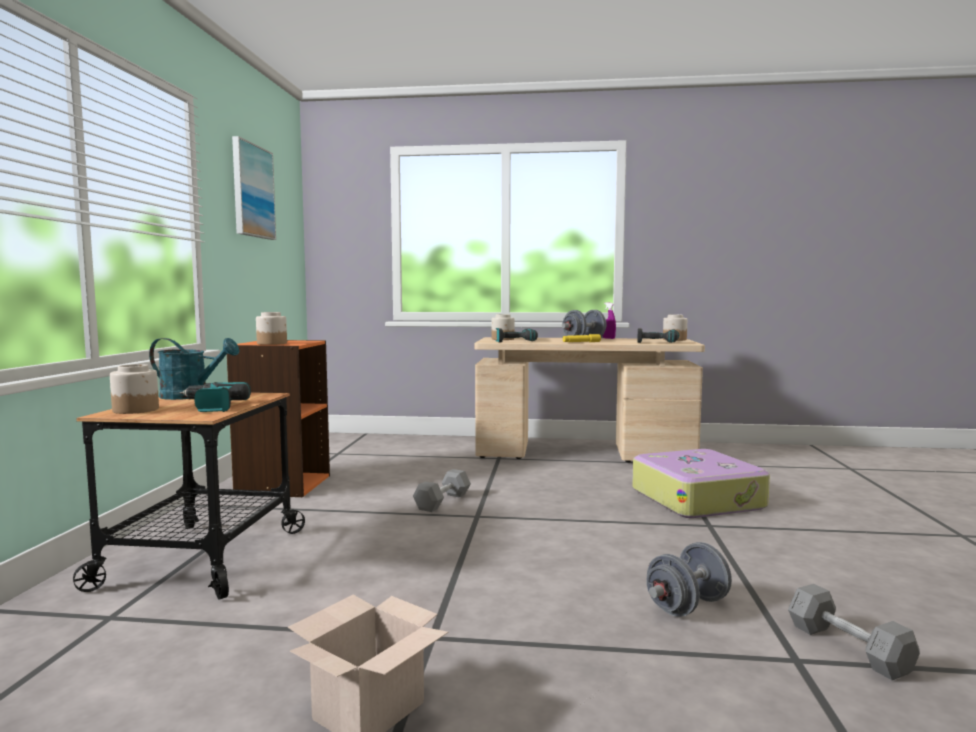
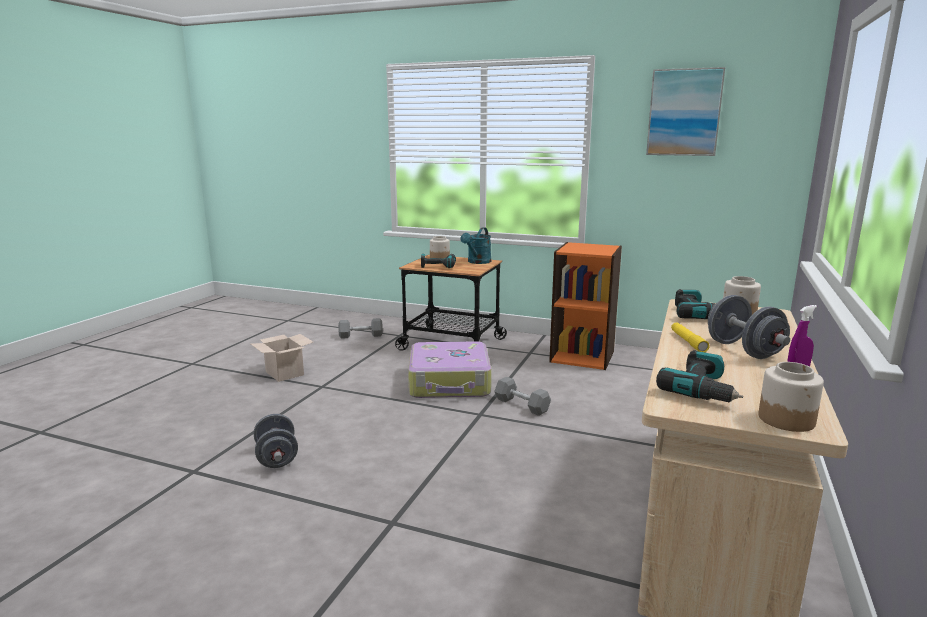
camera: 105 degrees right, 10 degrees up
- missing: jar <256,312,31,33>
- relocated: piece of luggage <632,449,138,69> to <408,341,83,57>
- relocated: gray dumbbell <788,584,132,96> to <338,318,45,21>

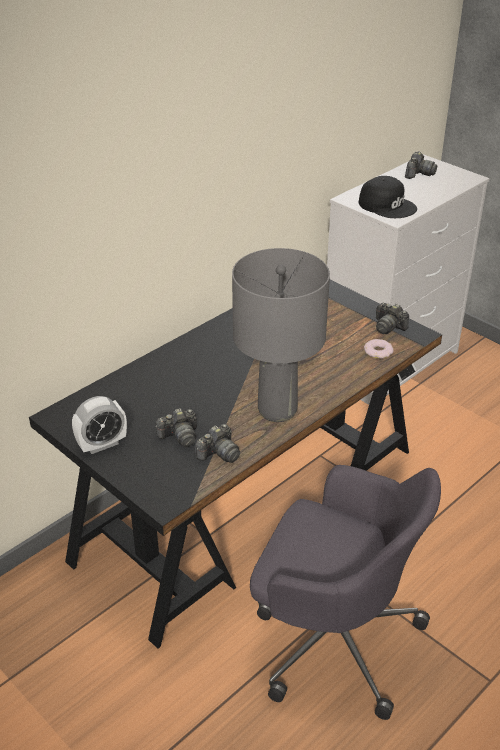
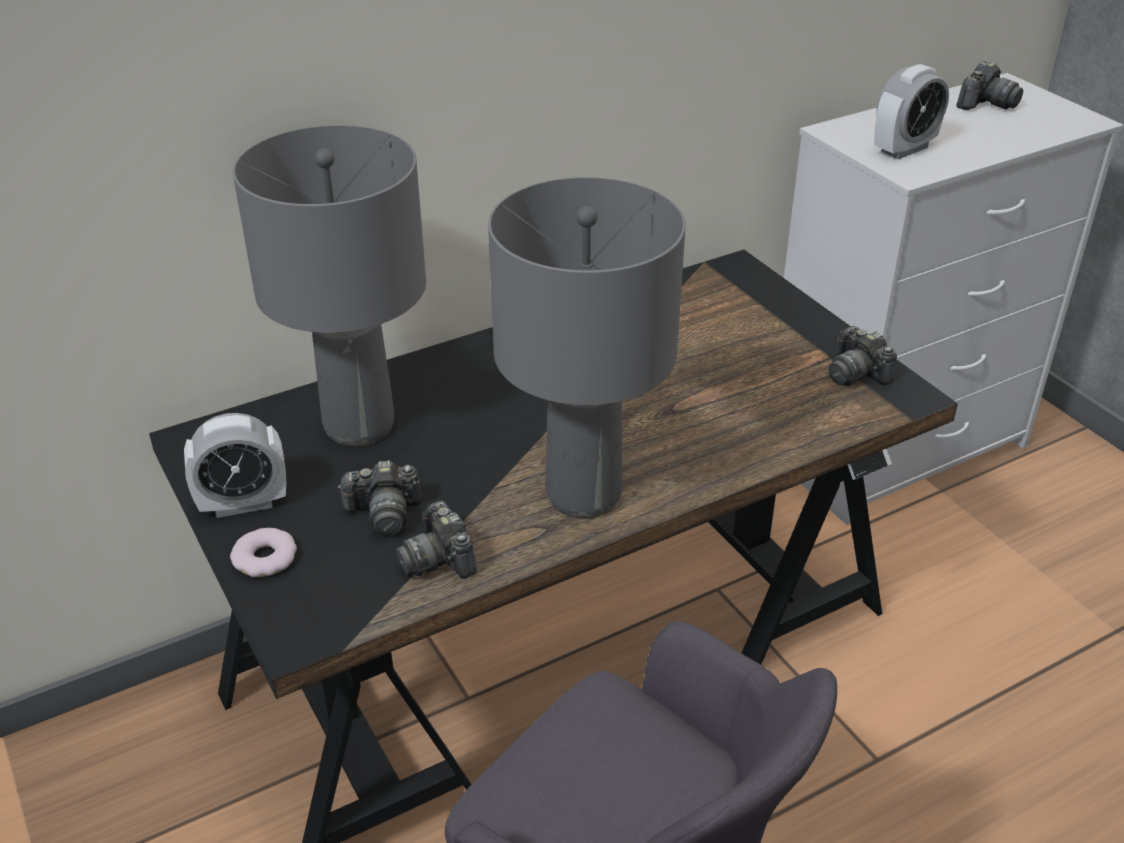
camera: 15 degrees right, 0 degrees up
- appeared: gray table lamp <233,125,193,322>
- relocated: ring doughnut <364,339,29,20> to <230,528,67,49>
- exchanged: blackish peaked cap <359,176,58,42> to bedside clock <874,64,75,95>
- spun: still camera <195,424,45,39> = <396,501,81,78> 90 degrees clockwise

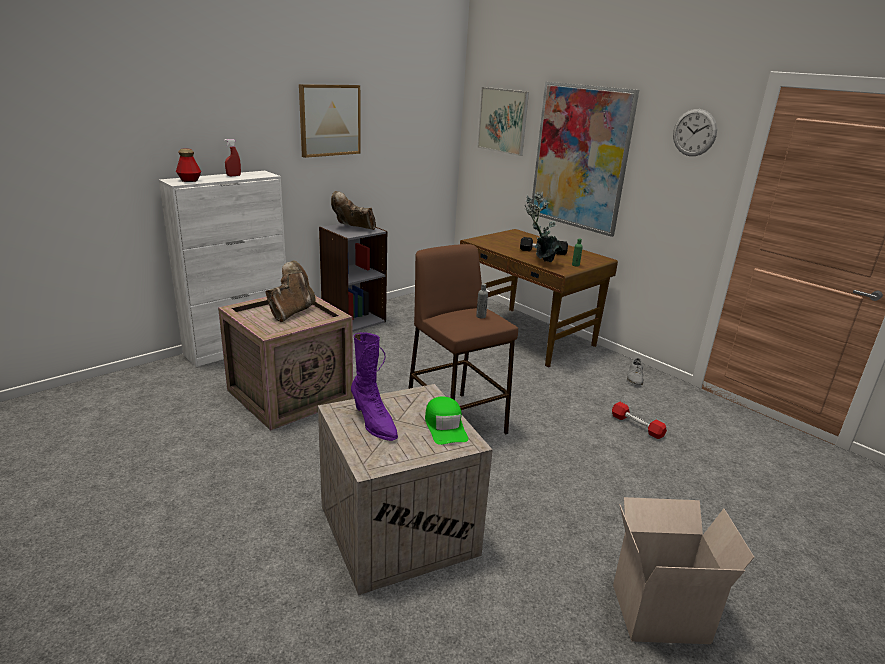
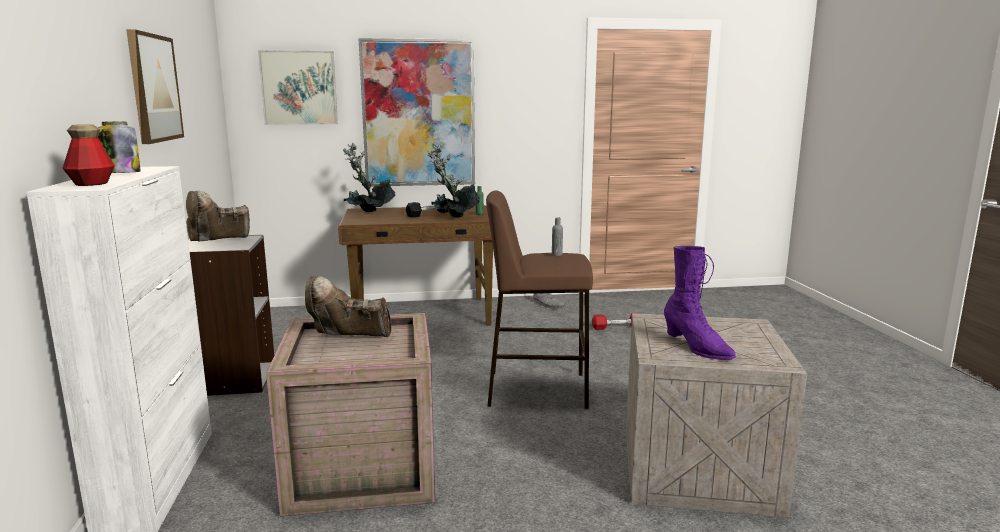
camera: 55 degrees left, 10 degrees down
- missing: green peaked cap <425,396,43,49>
- missing: packing box <613,497,142,147>
- missing: hanging clock <673,109,44,47>
- appeared: houseplant <343,143,52,69>
- exchanged: reddish spray bottle <225,139,16,37> to jar <98,121,43,52>
- spun: brownish boot <265,260,51,62> = <305,276,86,61> 60 degrees counterclockwise
- spun: purple boot <351,332,47,109> = <664,246,72,114> 60 degrees clockwise

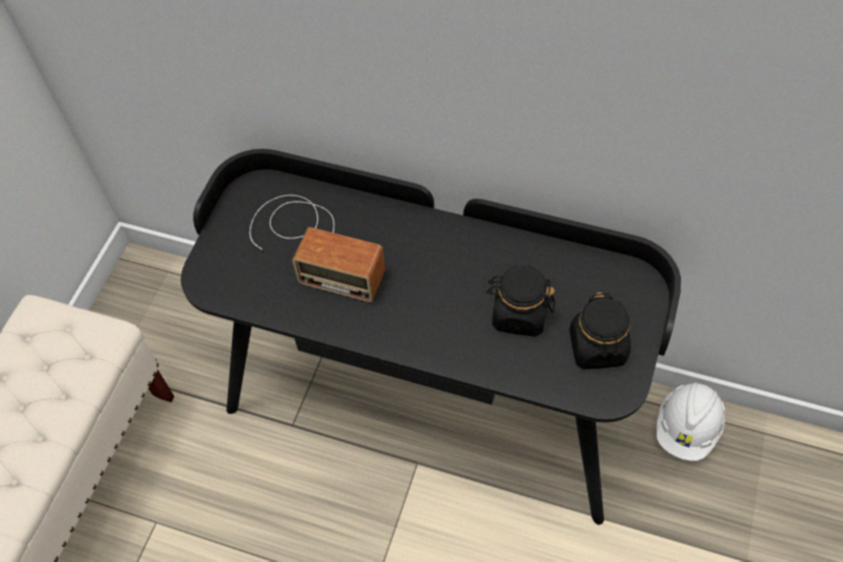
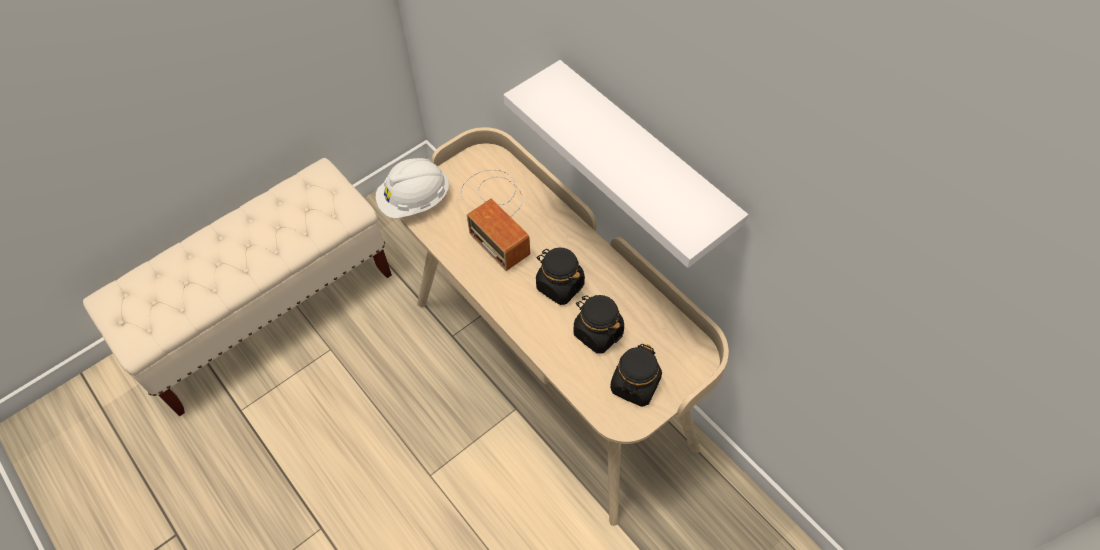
camera: 30 degrees right, 0 degrees up
- appeared: white bracket shelf <504,60,244,208>
- appeared: blackish jar <536,248,49,57>
- relocated: white hard hat <656,382,69,79> to <376,158,73,60>
- colour: blackish desk table <181,149,500,376> to beige-coloured desk table <400,127,329,399>

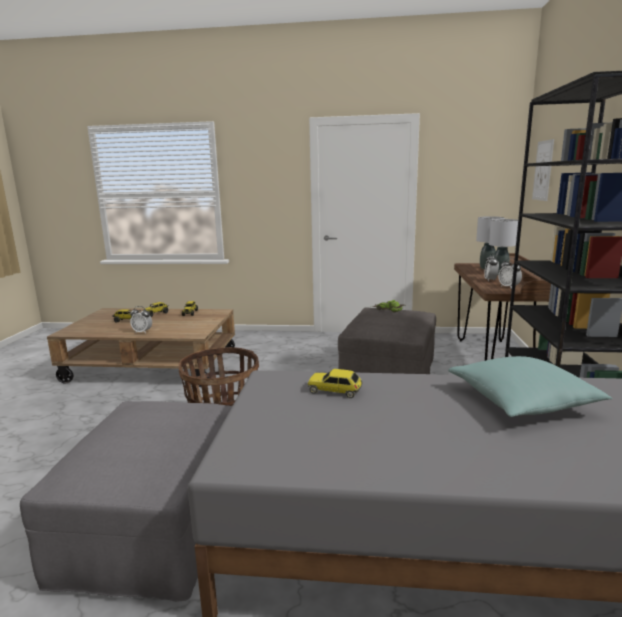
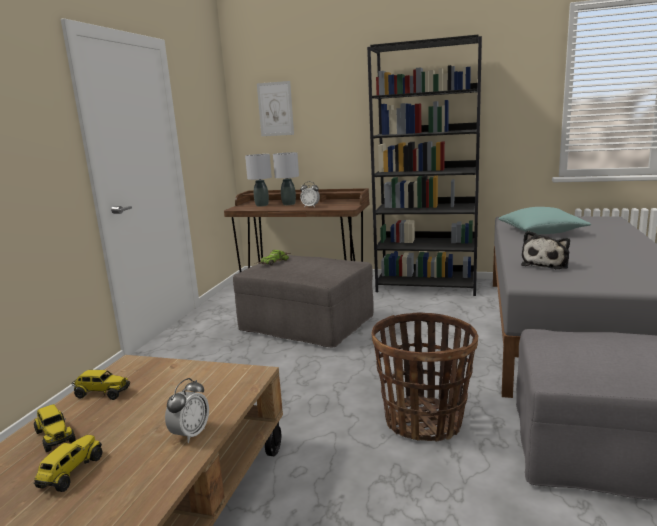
camera: 80 degrees left, 0 degrees up
- missing: bedside clock <498,258,24,31>
- exchanged: toy car <308,369,54,29> to plush toy <521,231,49,38>

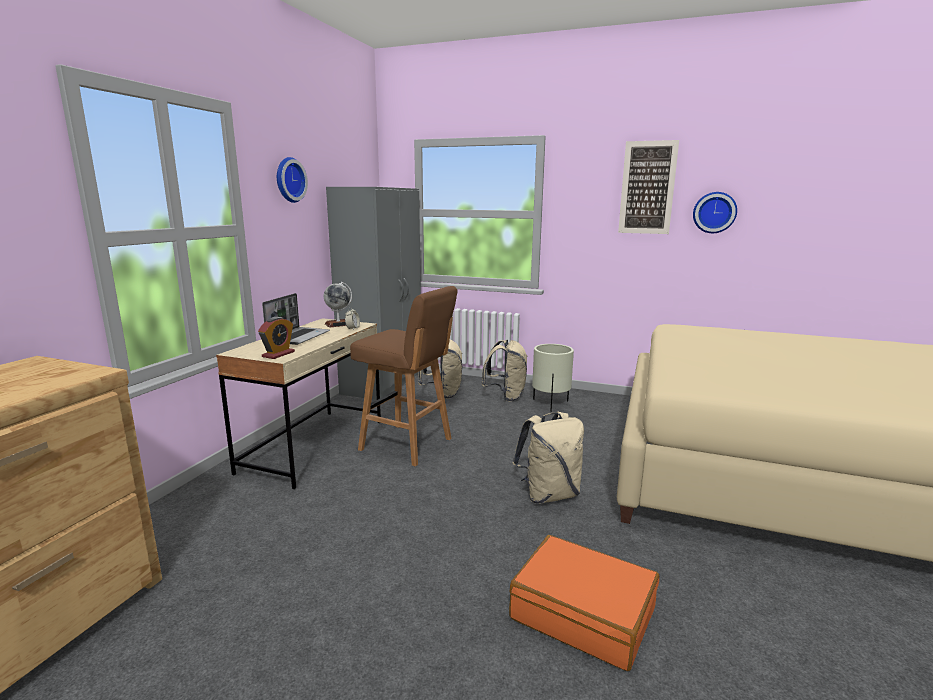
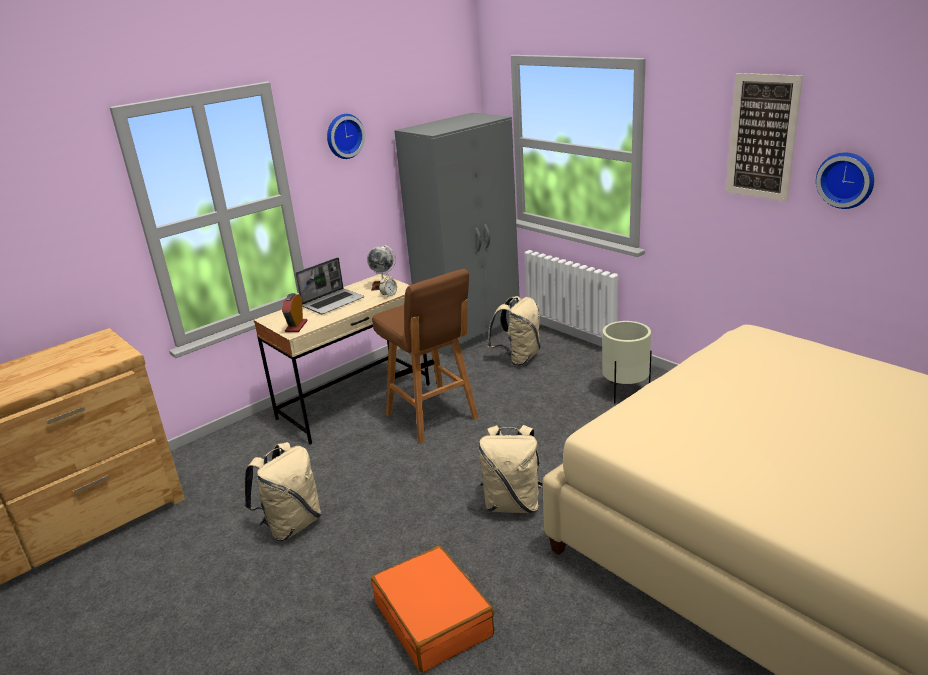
camera: 30 degrees right, 10 degrees up
- relocated: beige-coloured knapsack <481,340,47,61> to <244,442,77,100>
- spun: bedside clock <258,317,37,42> = <282,293,26,39> 135 degrees clockwise

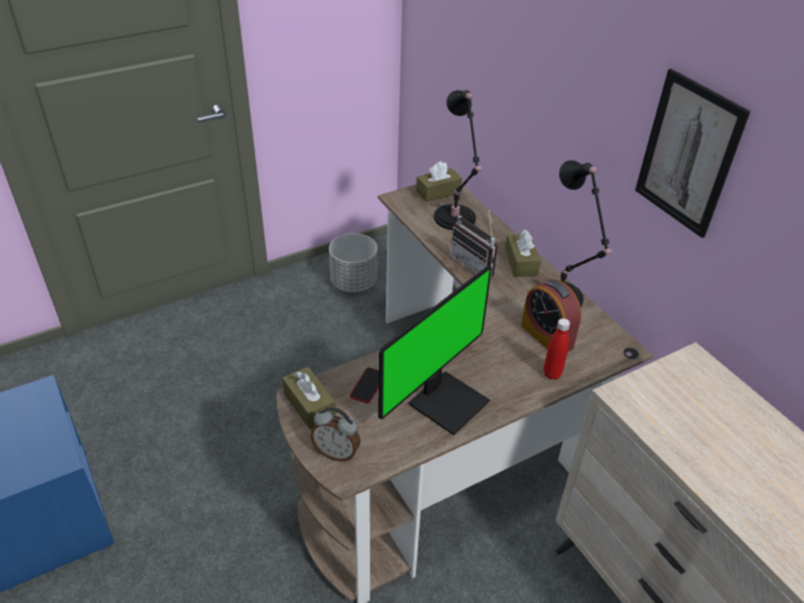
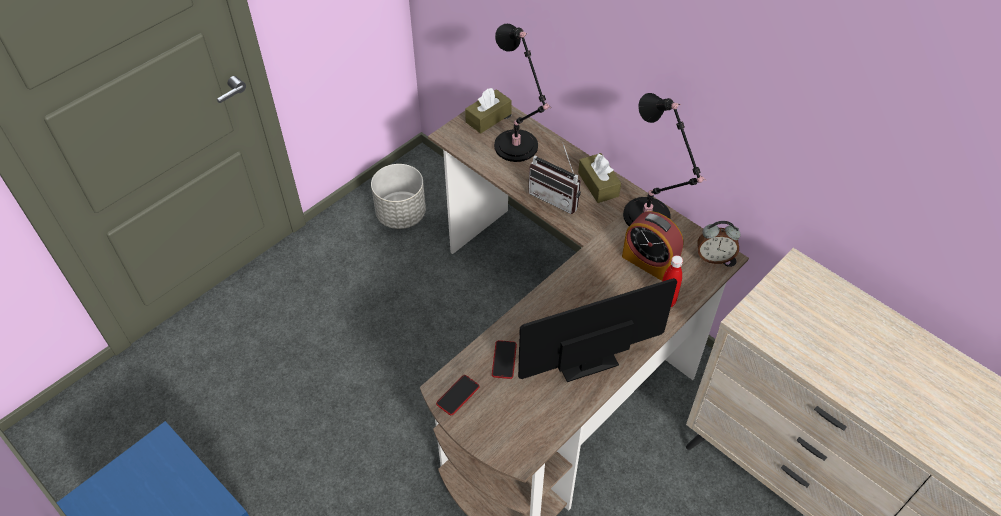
camera: 15 degrees left, 10 degrees up
- missing: wall art <635,69,115,169>
- relocated: bedside clock <310,407,51,55> to <697,221,43,43>
- exchanged: brownish tissue holder <282,367,54,62> to telephone <436,375,44,40>
- spun: computer screen <378,266,114,169> = <518,278,159,104> 135 degrees counterclockwise

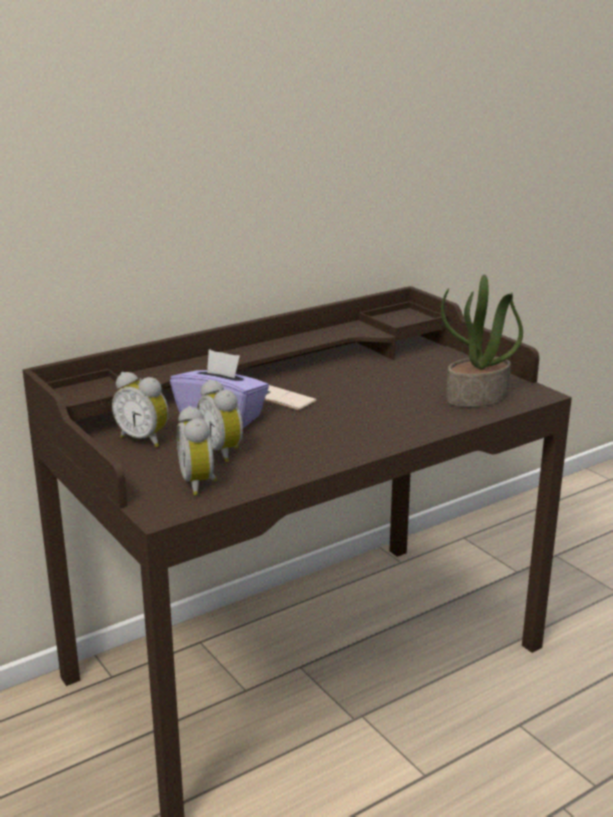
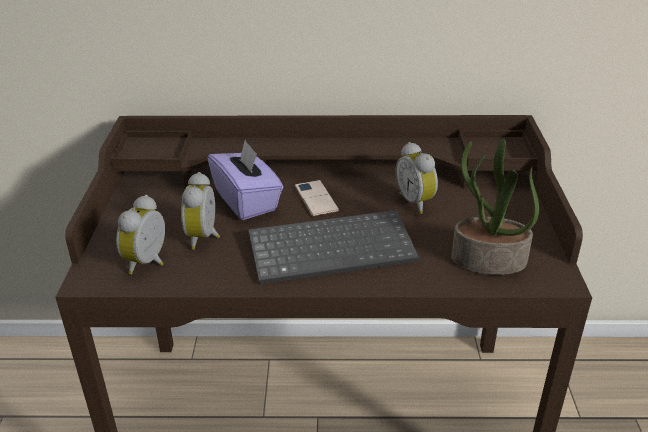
camera: 35 degrees right, 10 degrees up
- appeared: computer keyboard <248,210,171,74>
- relocated: bedside clock <112,372,57,75> to <395,142,43,72>

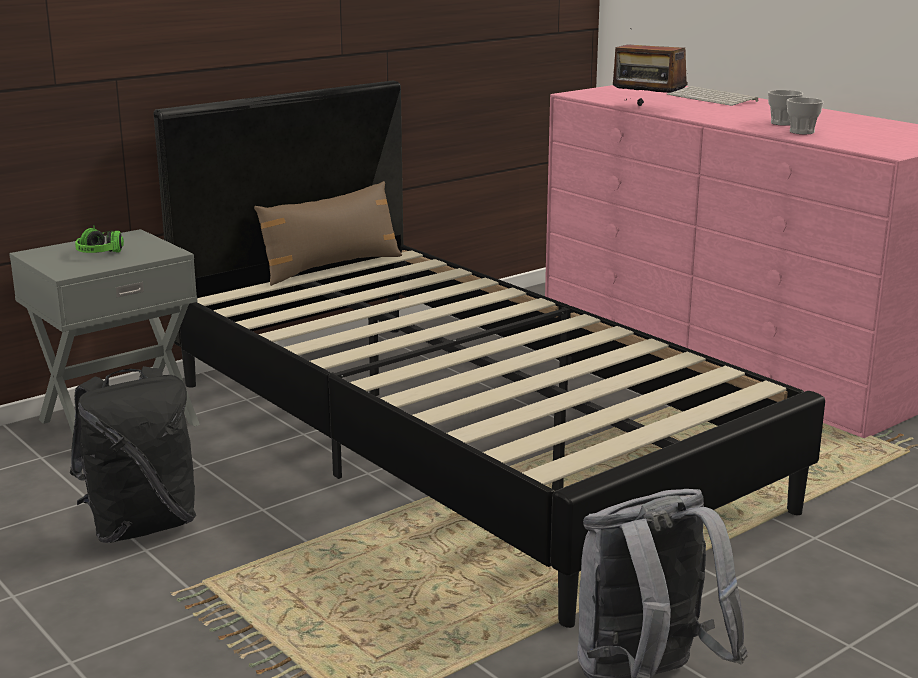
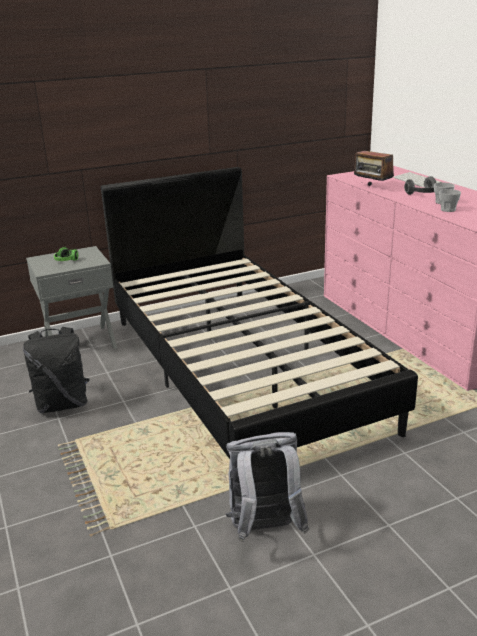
camera: 15 degrees right, 5 degrees up
- missing: brownish cushion <254,181,148,105>
- appeared: headphones <404,176,32,19>

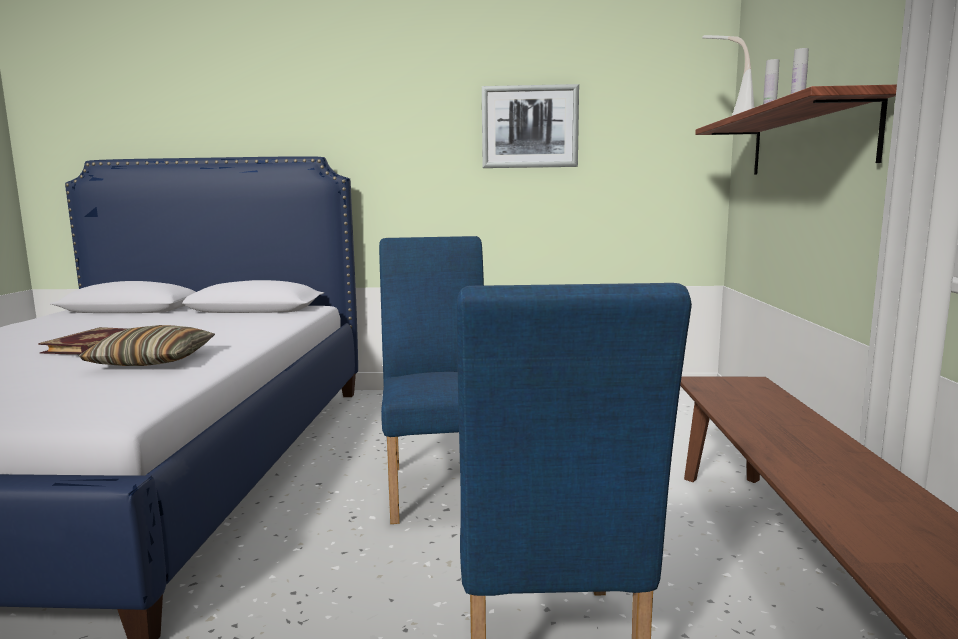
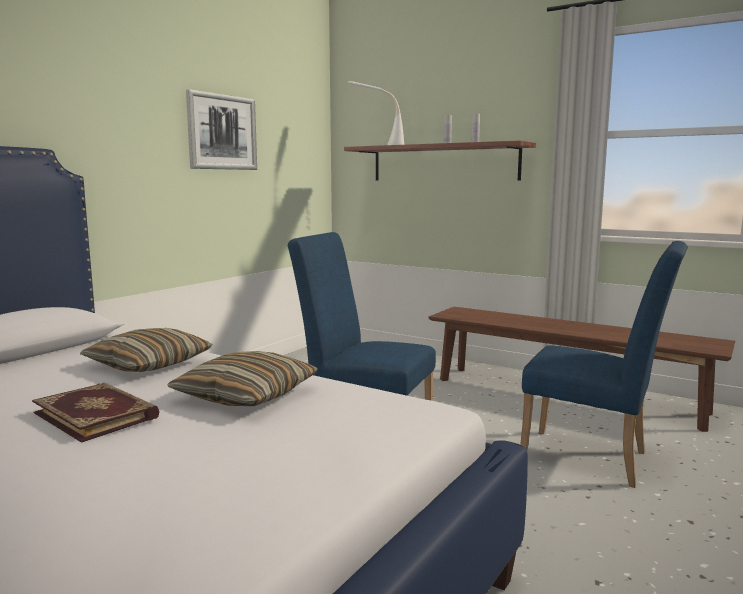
camera: 60 degrees left, 0 degrees up
- appeared: cushion <80,328,133,44>

